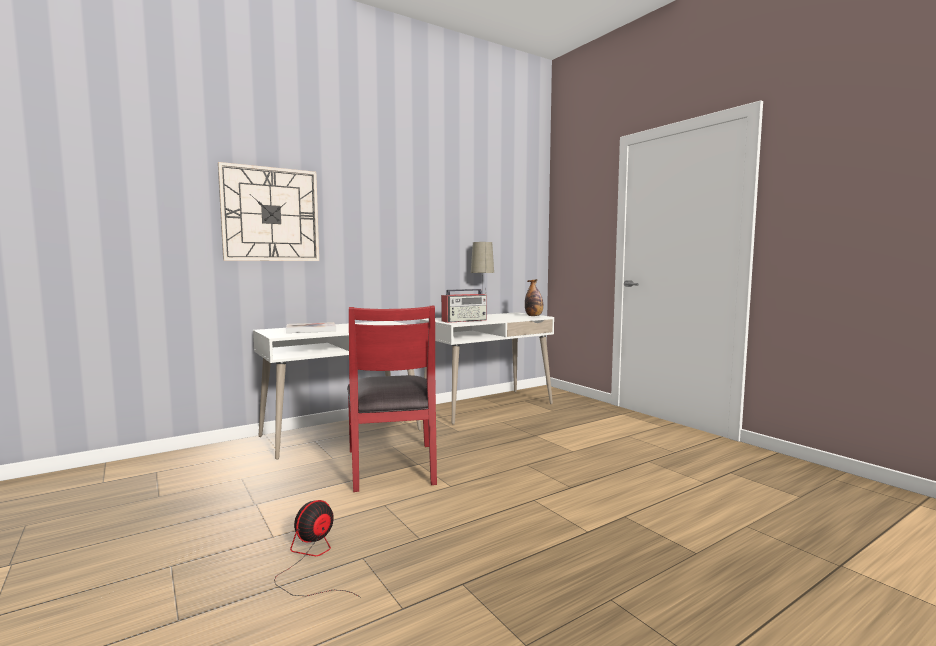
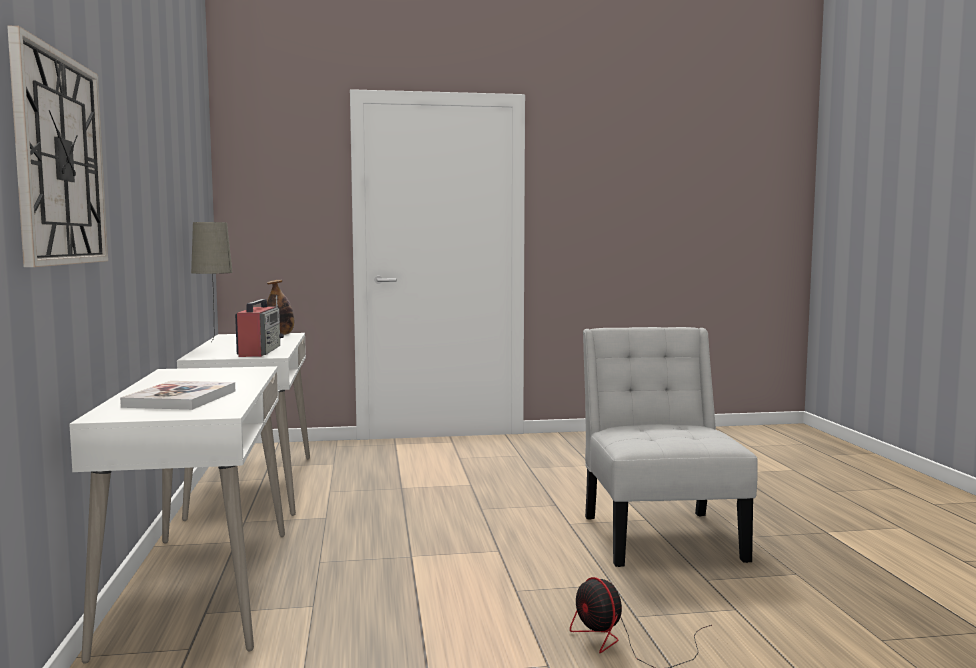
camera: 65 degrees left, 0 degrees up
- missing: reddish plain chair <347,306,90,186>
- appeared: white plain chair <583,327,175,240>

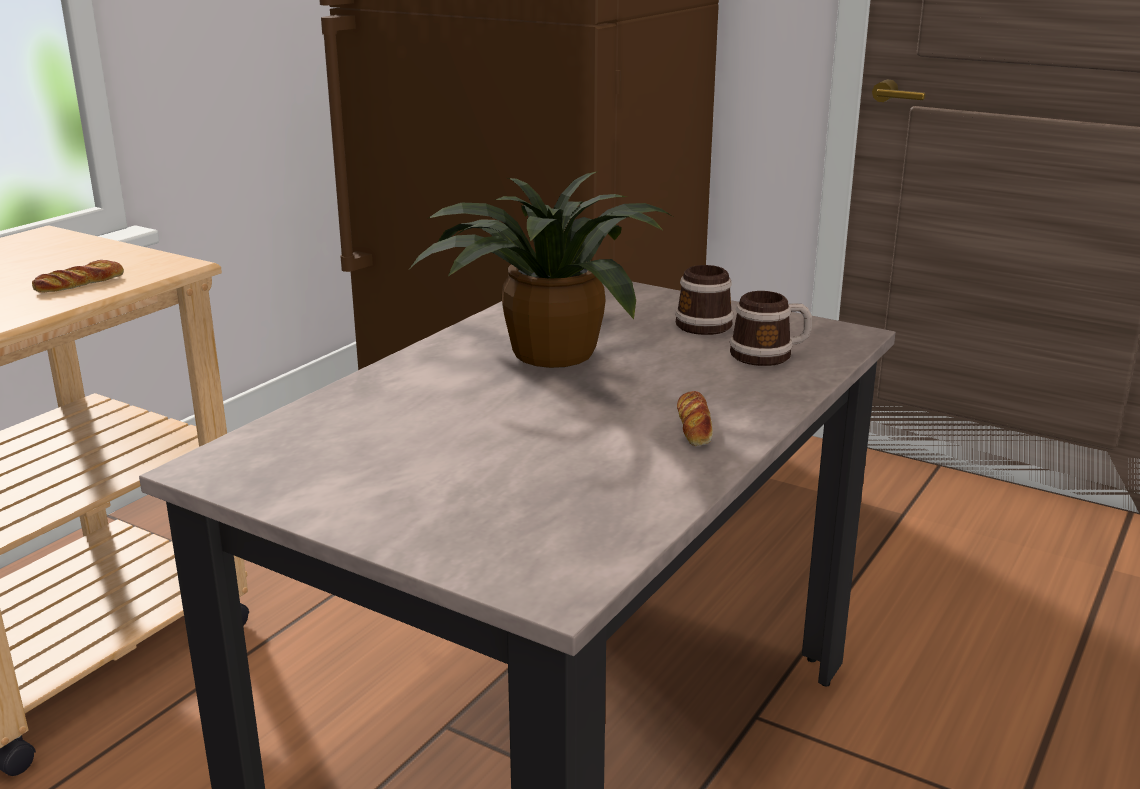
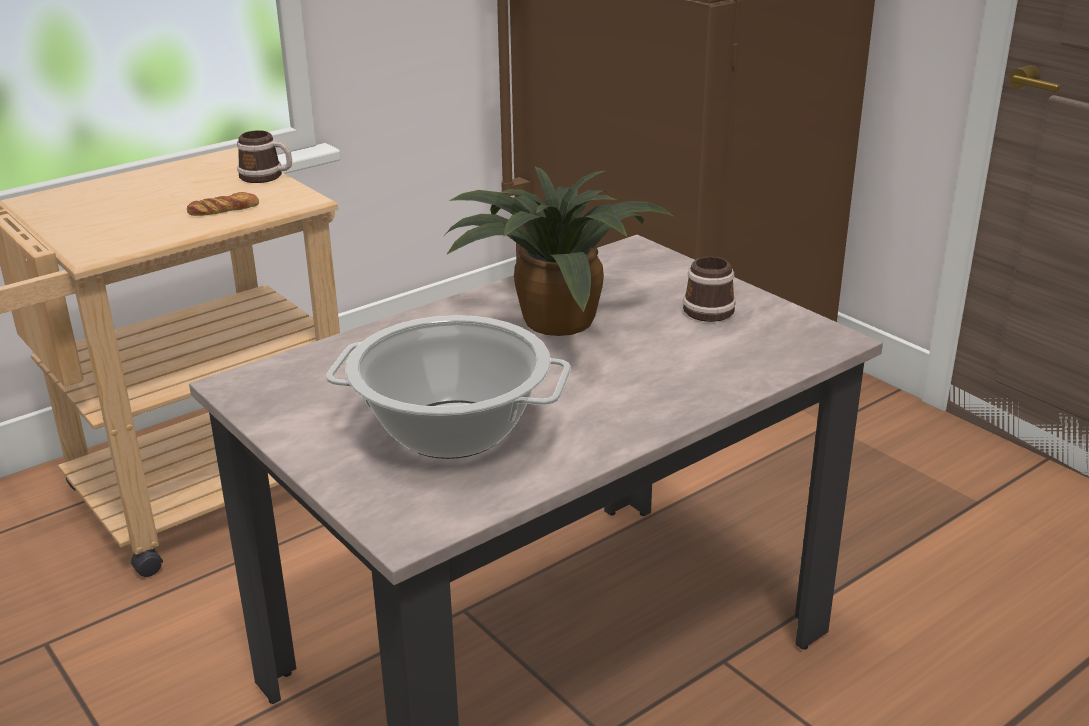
camera: 20 degrees right, 5 degrees up
- missing: bread <677,391,36,55>
- appeared: saucepot <326,315,245,144>
- relocated: coffee mug <730,291,82,75> to <237,130,55,53>

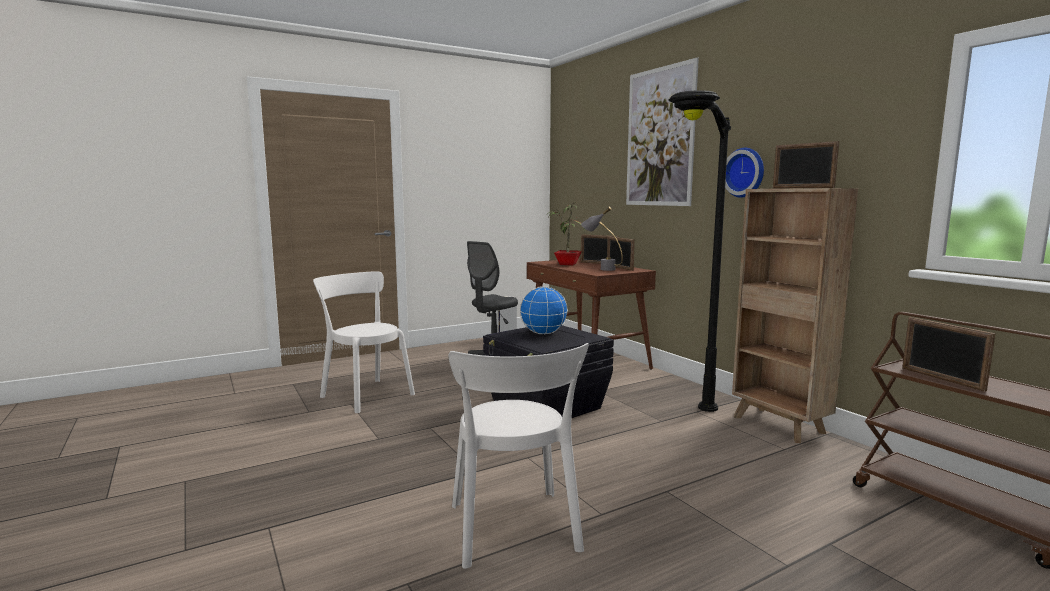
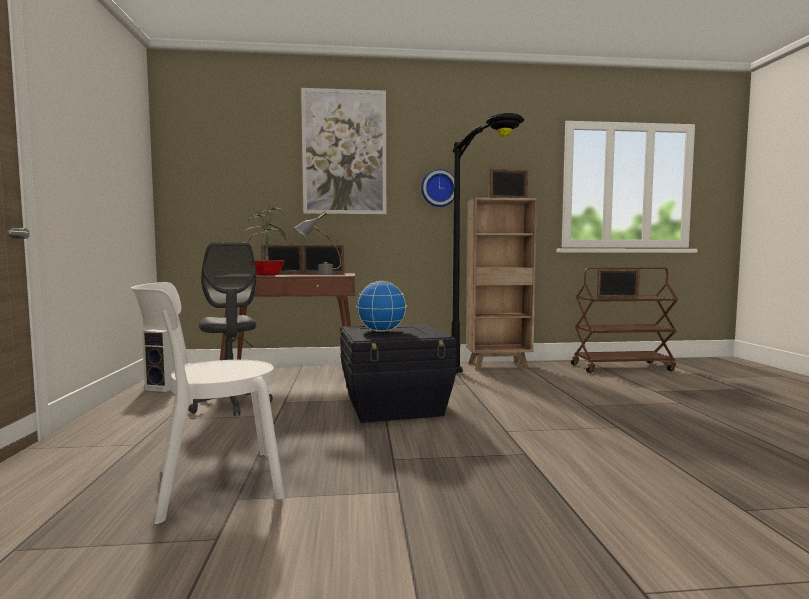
camera: 65 degrees left, 5 degrees down
- missing: white plain chair <449,343,140,226>

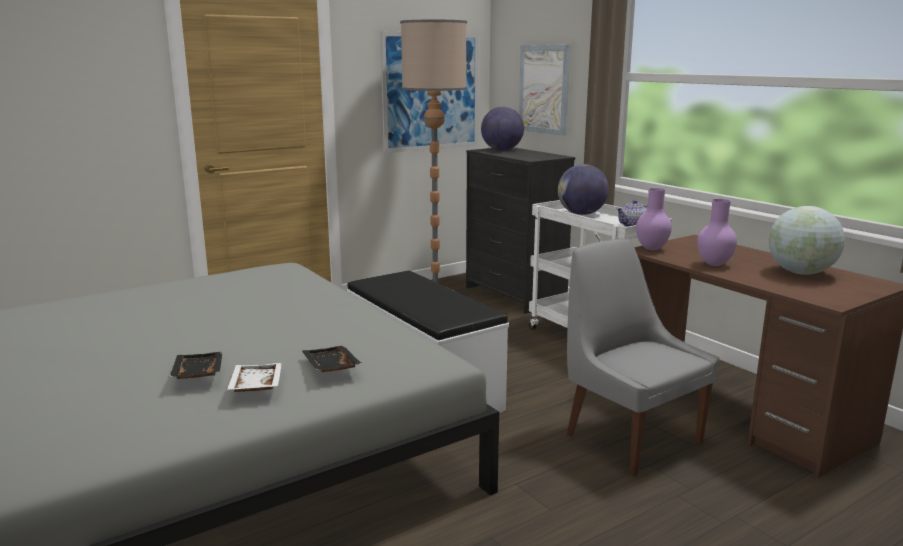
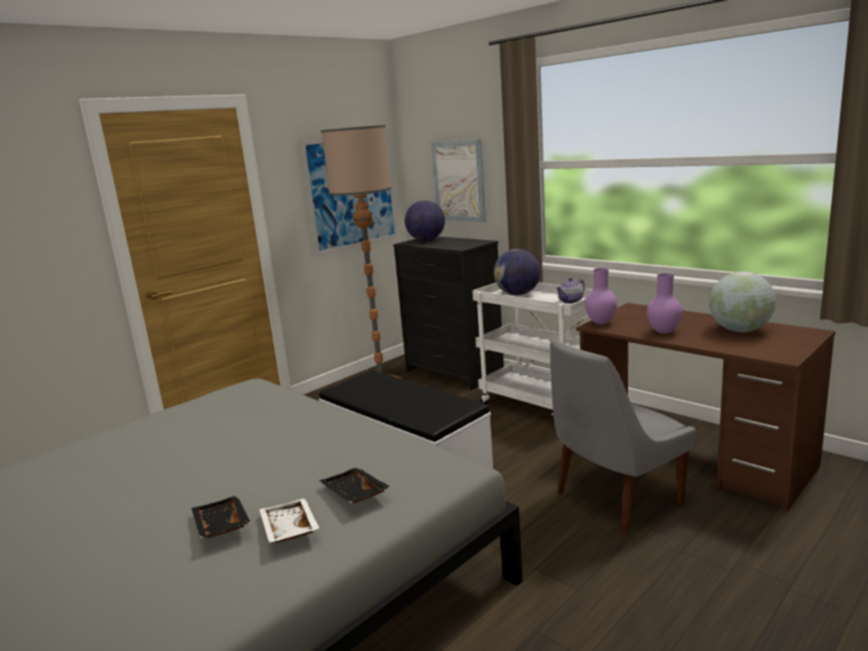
camera: 10 degrees left, 0 degrees up
- spun: gray plain chair <566,239,153,237> = <550,339,146,196> 75 degrees counterclockwise

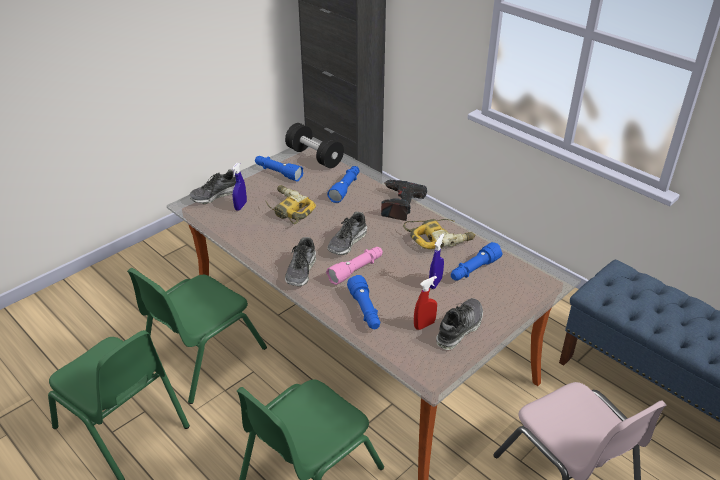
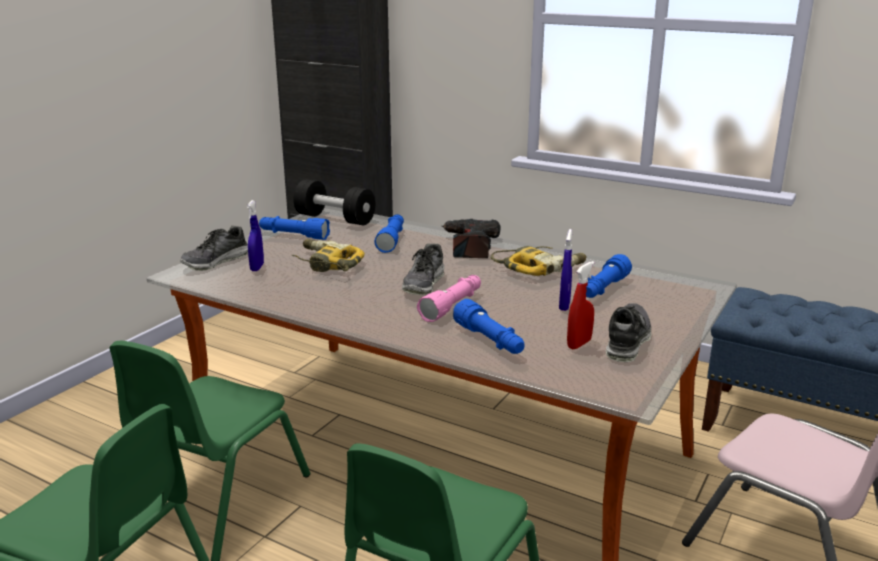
camera: 15 degrees left, 15 degrees down
- missing: item of footwear <285,237,31,49>

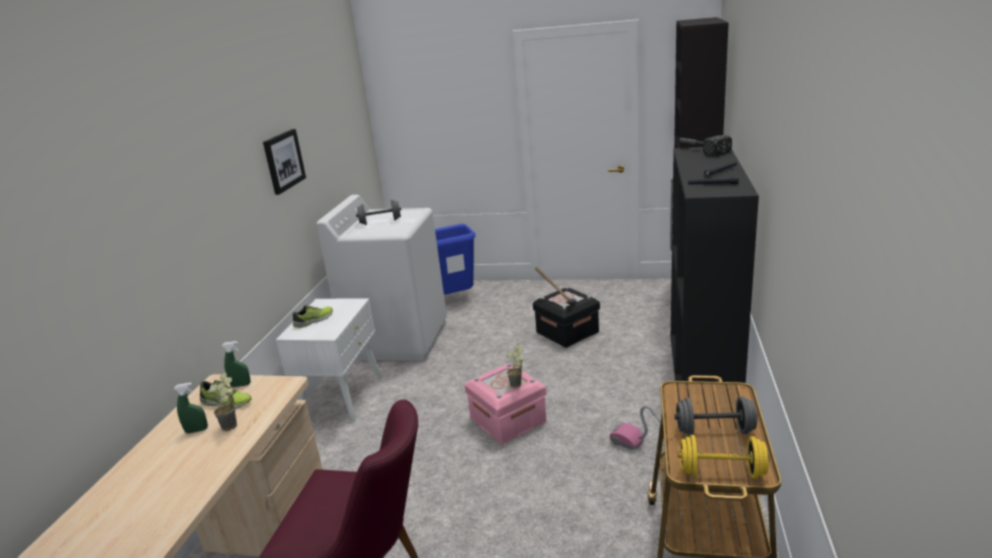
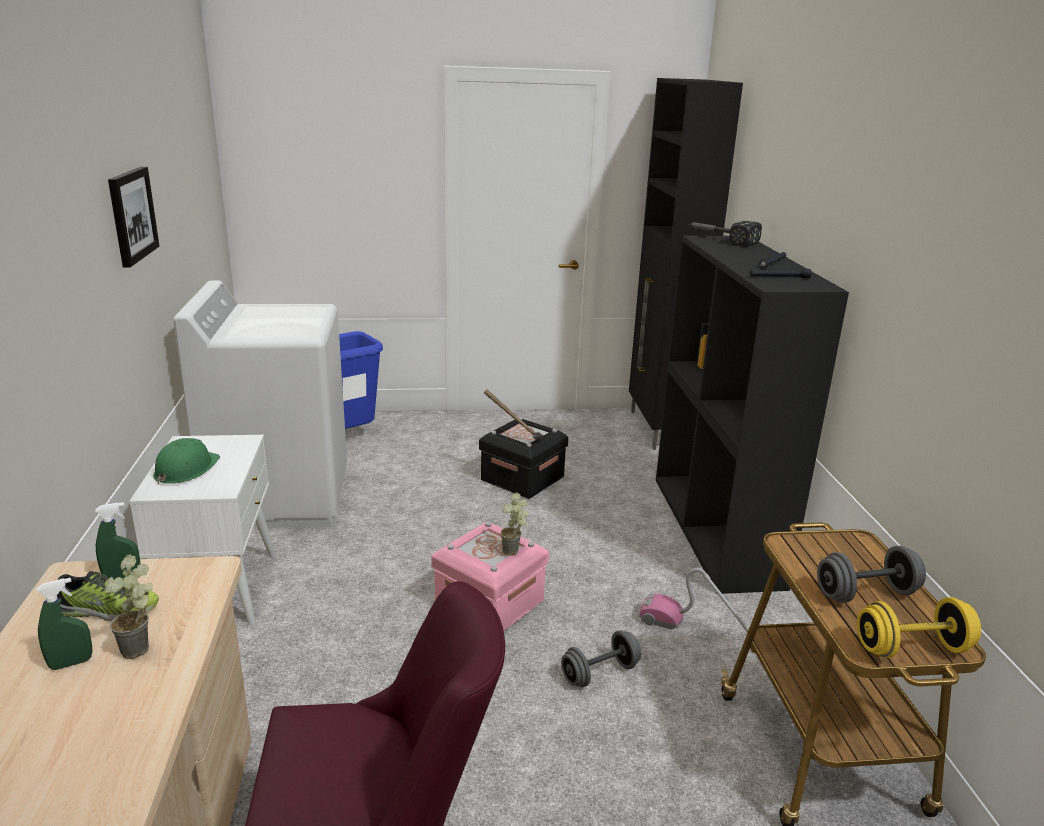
camera: 20 degrees left, 0 degrees up
- relocated: gray dumbbell <356,200,45,25> to <561,630,80,57>
- exchanged: item of footwear <293,305,40,23> to green hard hat <153,438,67,46>

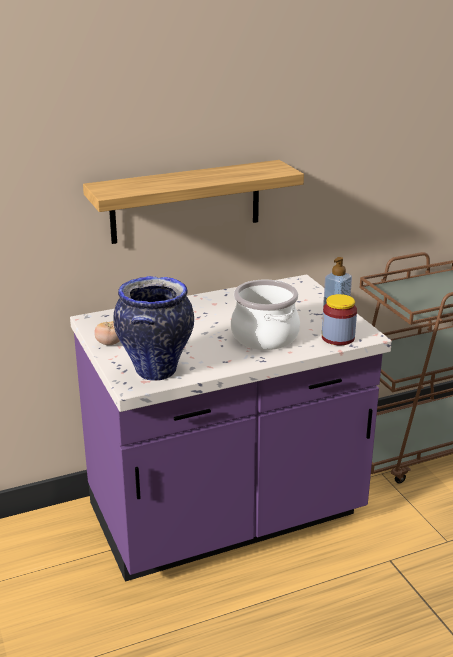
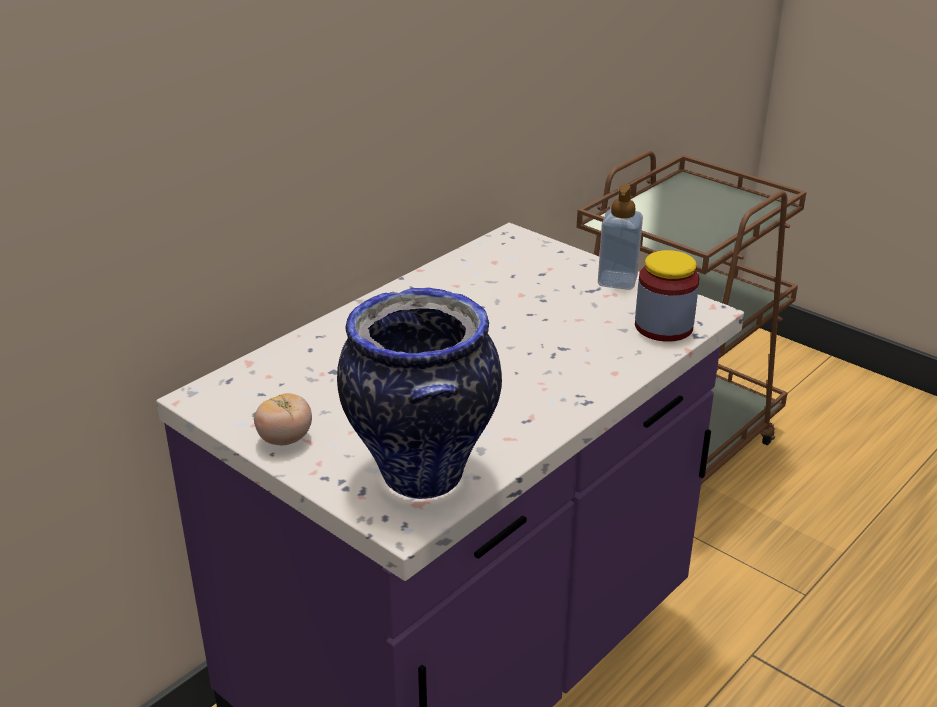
camera: 25 degrees left, 5 degrees up
- missing: bracket shelf <83,160,221,84>
- missing: saucepot <231,279,69,71>

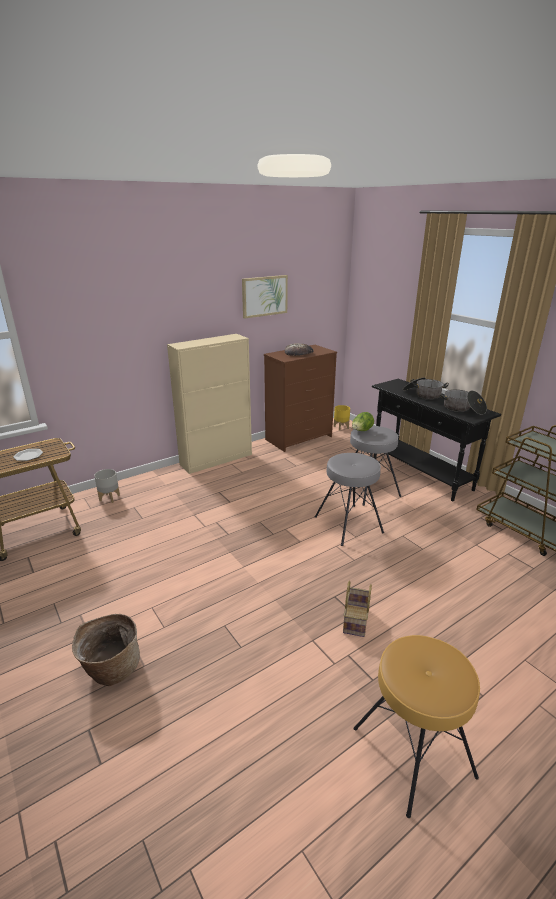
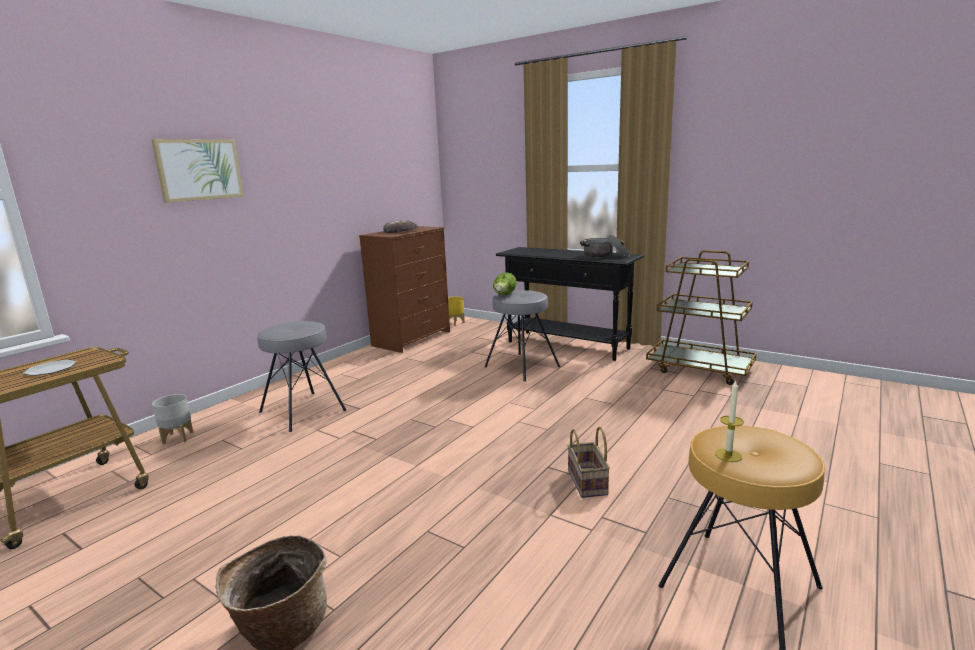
camera: 20 degrees left, 10 degrees down
- missing: beige-coloured cupboard <167,334,85,140>
- missing: saucepot <403,377,46,23>
- appeared: wax light <715,381,29,81>
- relocated: wall art <242,275,46,44> to <151,139,93,64>
- relocated: gray sitting stool <315,453,69,93> to <257,321,89,111>

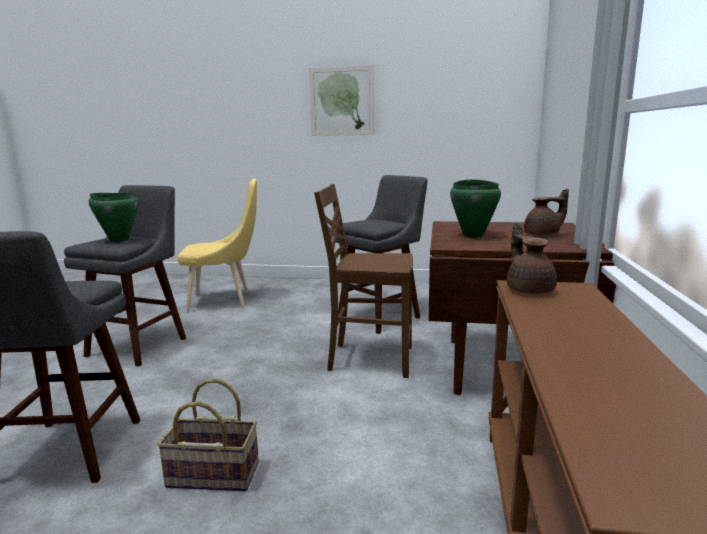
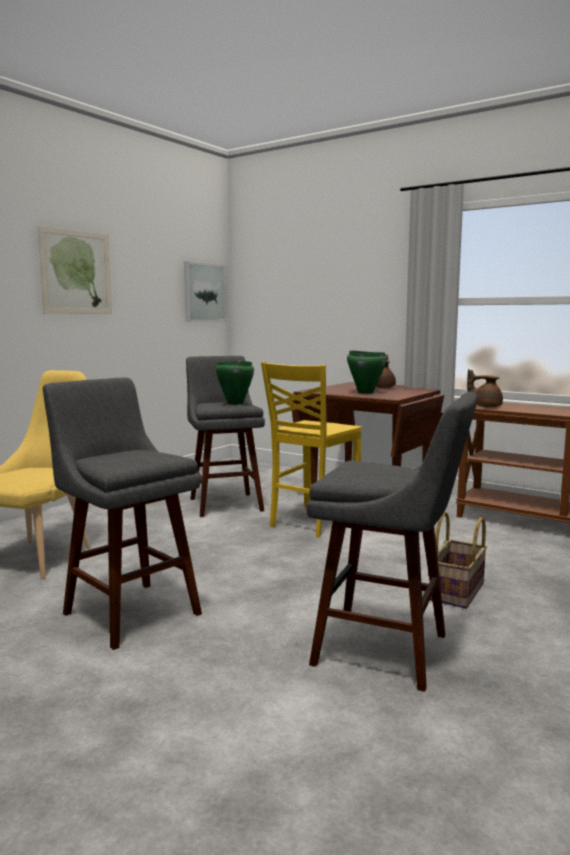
camera: 65 degrees left, 5 degrees down
- appeared: wall art <184,261,43,61>
- relocated: green saucepot <88,193,51,49> to <216,361,38,44>
- colour: brownish plain chair <314,184,99,194> to yellow plain chair <261,362,101,175>

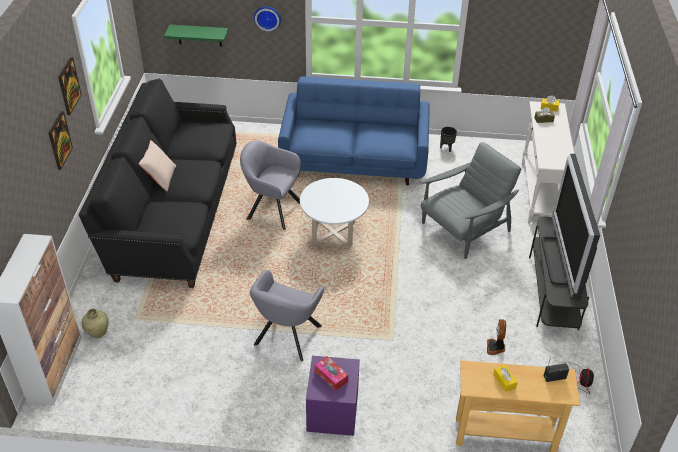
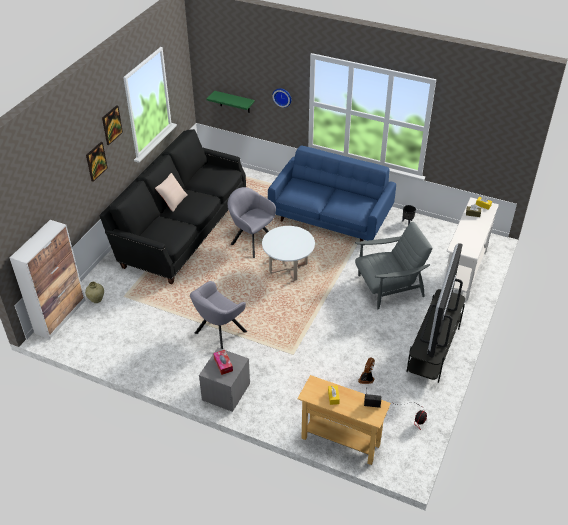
camera: 20 degrees right, 0 degrees up
- colour: purple night table <306,356,54,80> to gray night table <199,348,51,64>

